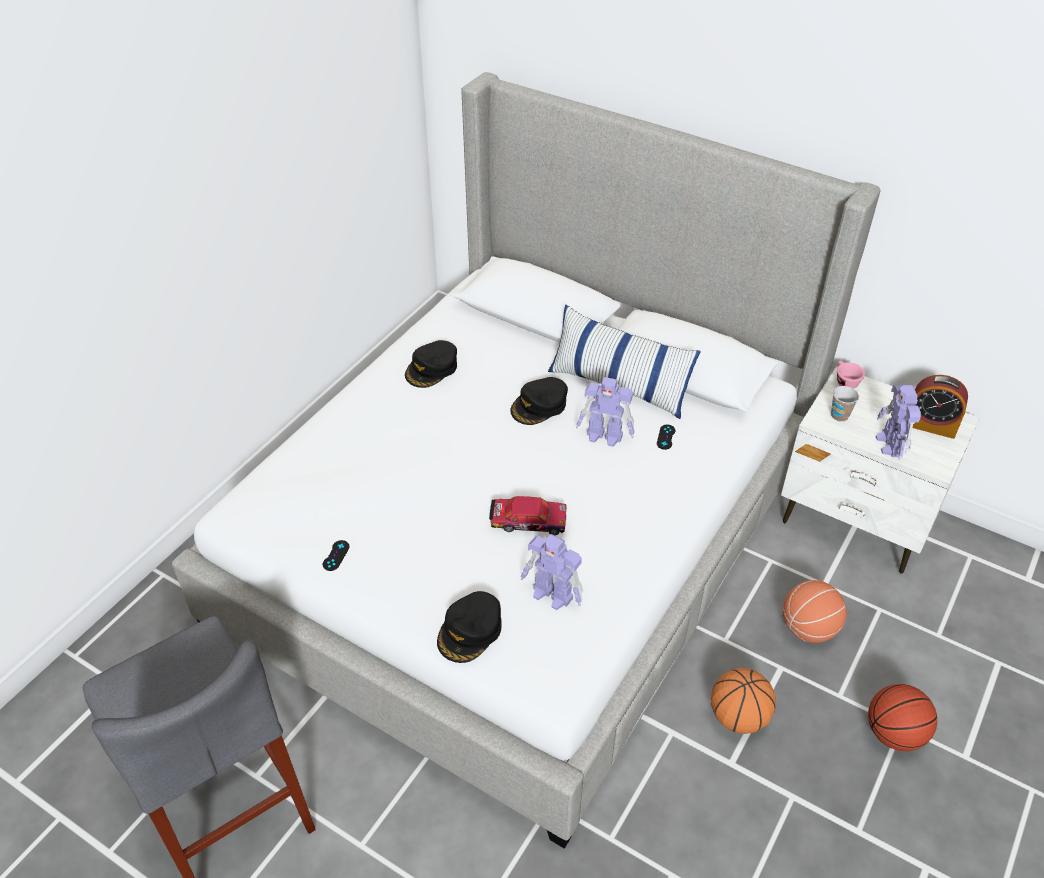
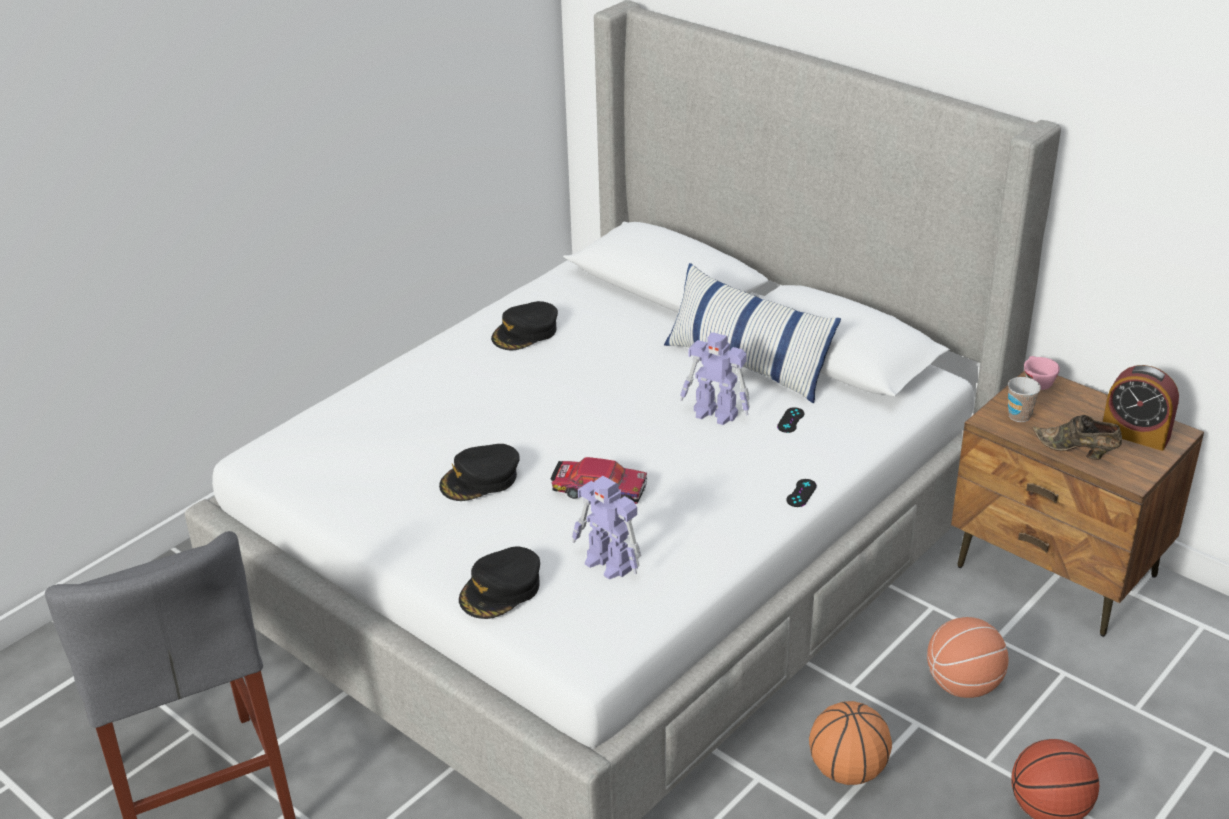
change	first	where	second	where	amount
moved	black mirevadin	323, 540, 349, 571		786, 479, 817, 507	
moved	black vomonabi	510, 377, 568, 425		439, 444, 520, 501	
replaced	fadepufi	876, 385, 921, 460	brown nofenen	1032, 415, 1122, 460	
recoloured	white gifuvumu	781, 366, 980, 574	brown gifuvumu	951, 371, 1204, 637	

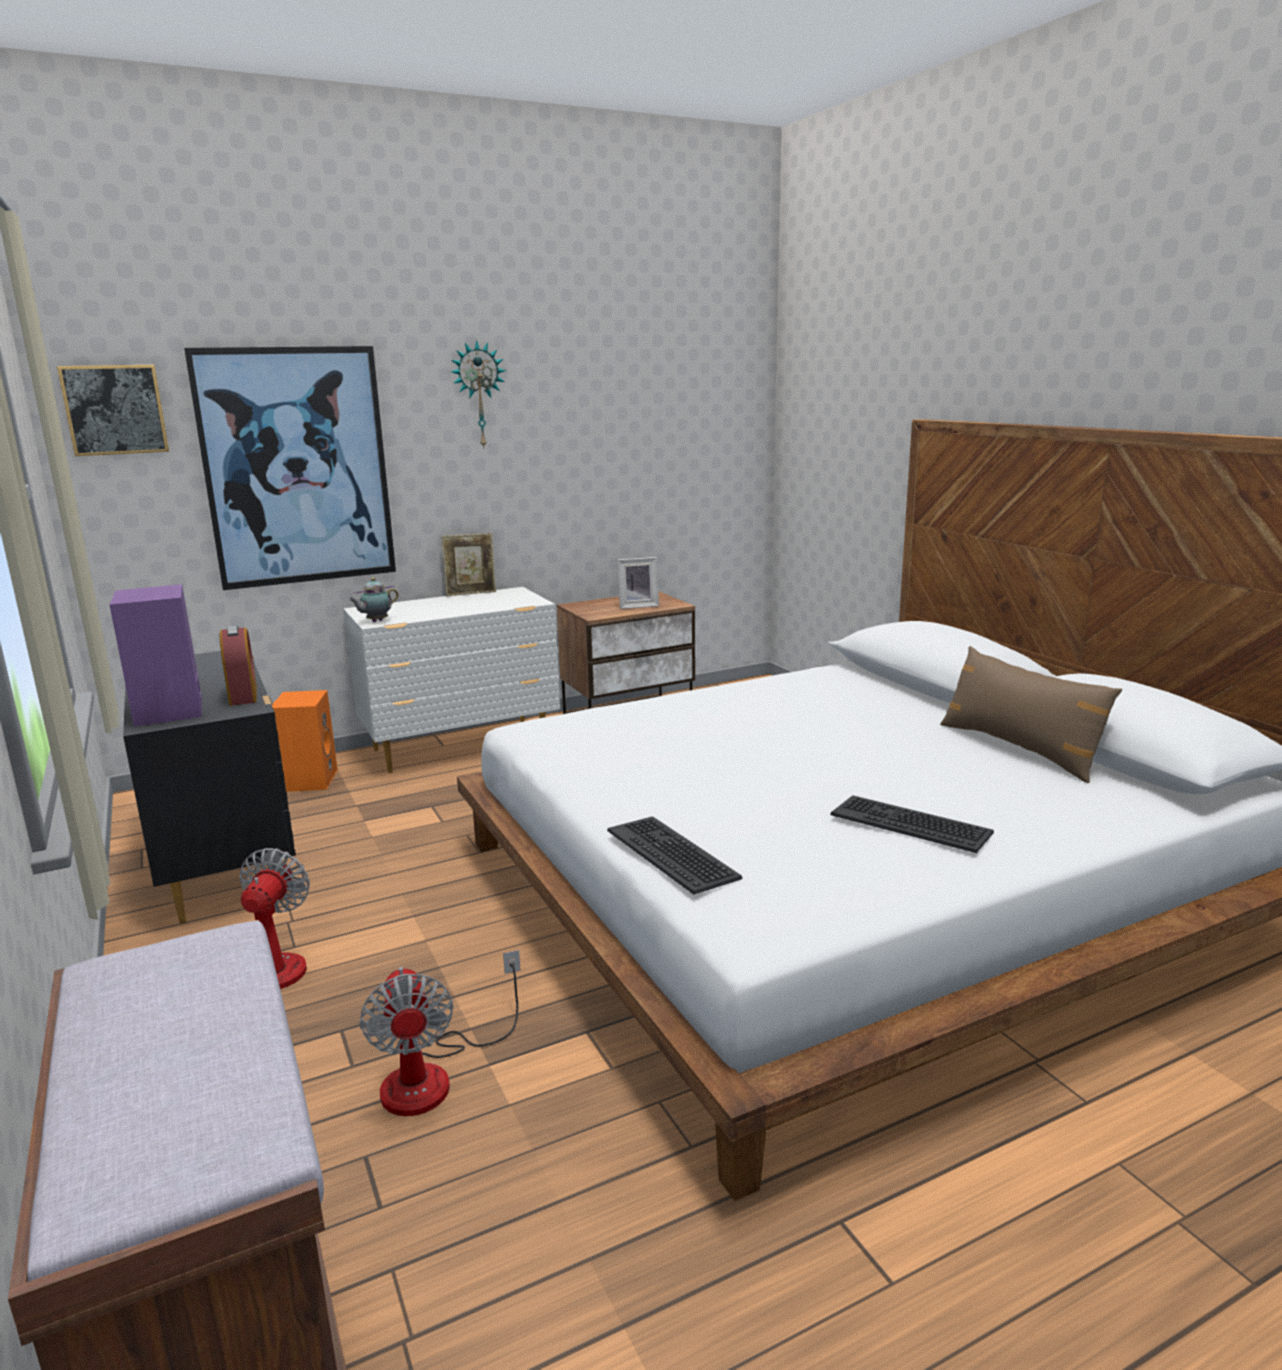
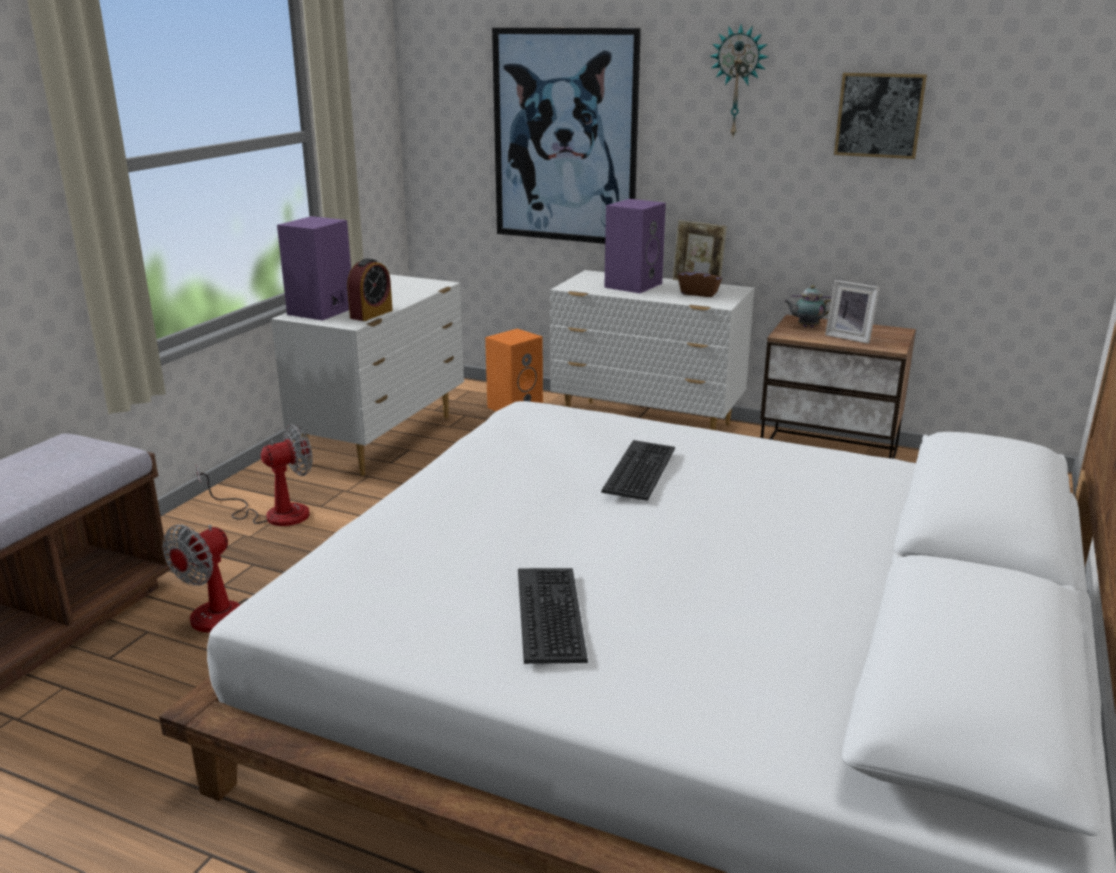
change	first	where	second	where	amount
removed	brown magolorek	940, 646, 1122, 783			
added			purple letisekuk	604, 199, 666, 293	
added			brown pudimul	678, 261, 722, 297	
moved	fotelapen	57, 365, 169, 456		834, 73, 927, 159	
moved	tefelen	349, 578, 399, 622		784, 285, 832, 327	
moved	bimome	607, 816, 742, 895		601, 440, 675, 501	
recoloured	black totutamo	123, 651, 296, 924	white totutamo	271, 274, 464, 476	

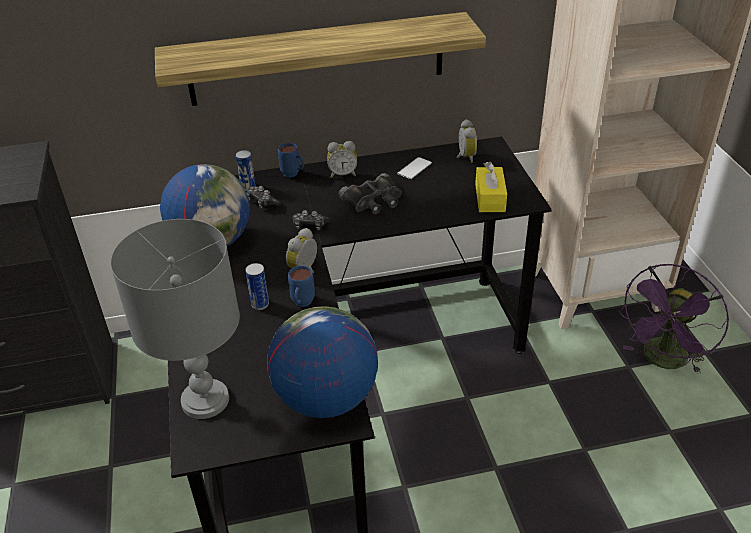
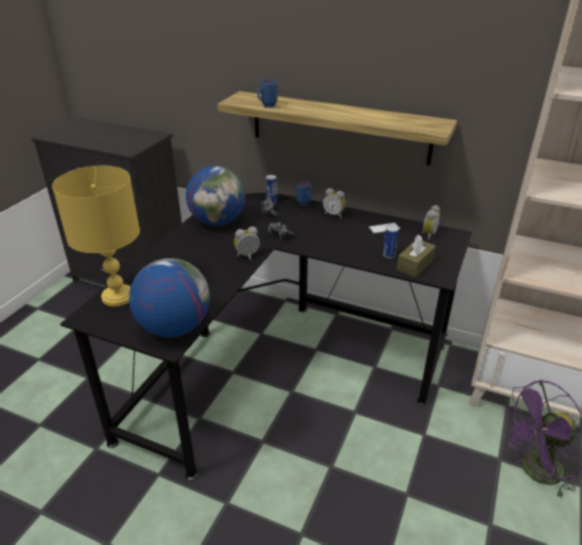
change	first	where	second	where	amount
removed	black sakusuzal	338, 173, 402, 215			
moved	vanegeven	245, 263, 269, 310		383, 225, 399, 259	
moved	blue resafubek	288, 266, 315, 307		258, 79, 277, 108	
recoloured	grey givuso	110, 219, 240, 419	yellow givuso	52, 166, 140, 307	
recoloured	yellow pudimul	475, 162, 507, 212	brown pudimul	397, 235, 436, 277	

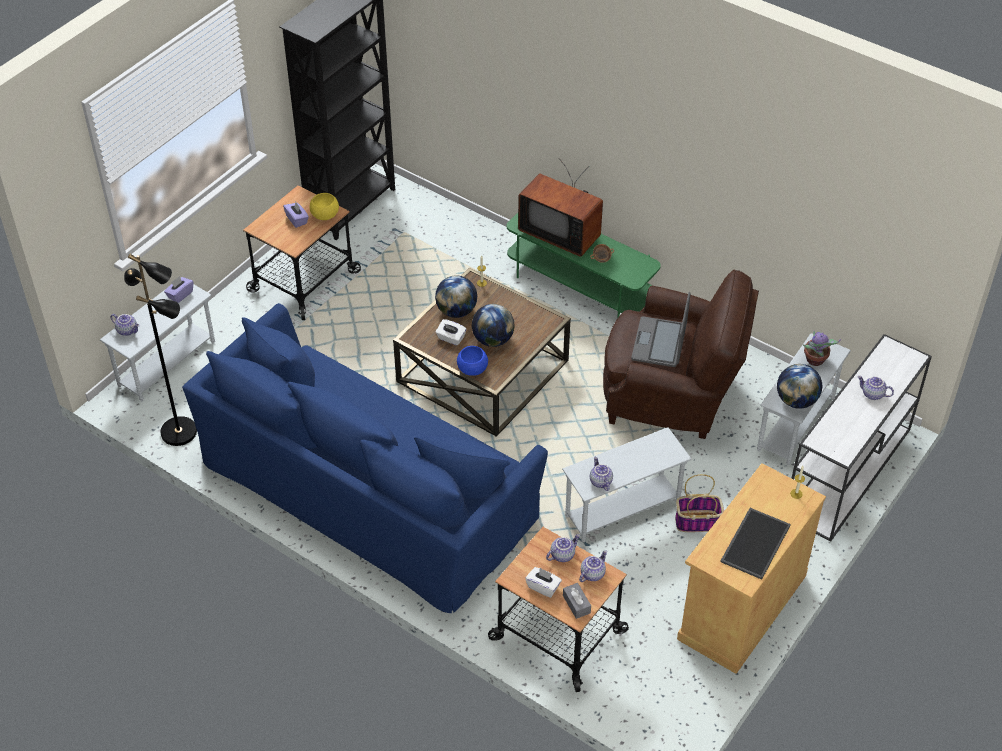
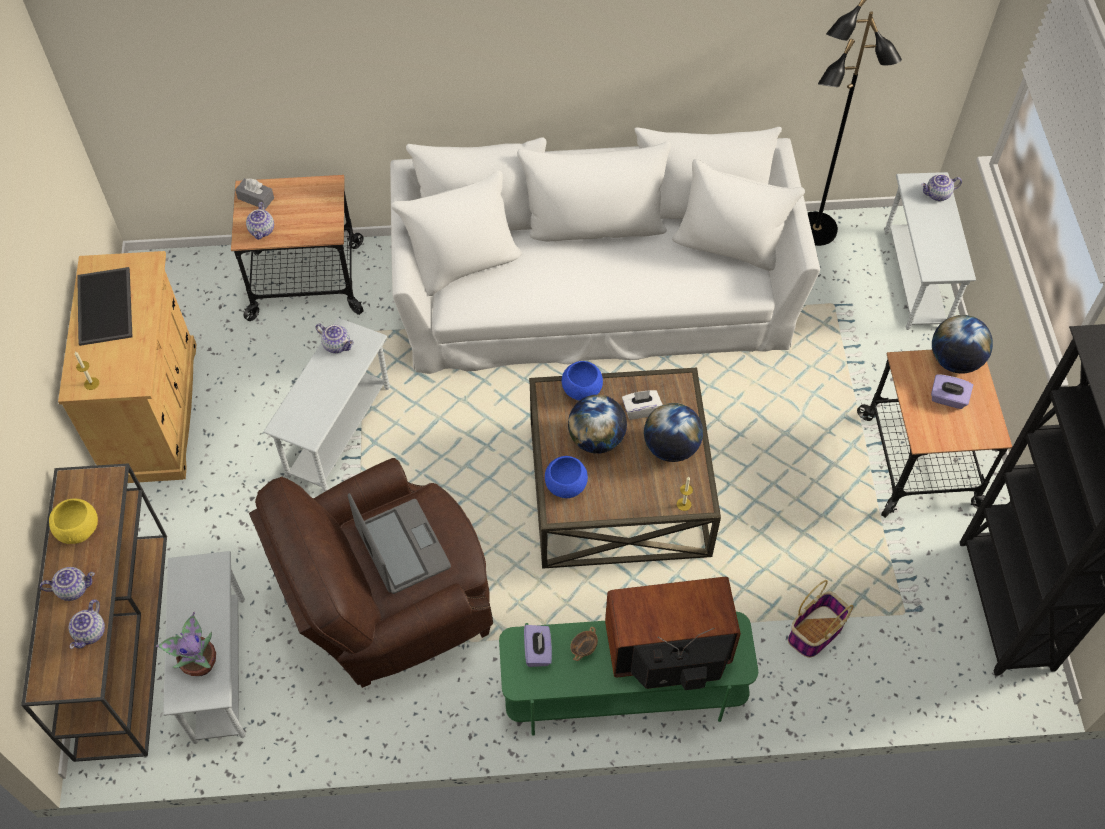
change	first	where	second	where	amount
removed	white pudimul	525, 567, 562, 598			
added			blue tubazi	545, 456, 588, 498	
moved	purple pudimul	164, 276, 194, 303		524, 625, 552, 667	
moved	yellow tubazi	310, 193, 339, 220		49, 499, 98, 544	
moved	tefelen	546, 534, 580, 562		69, 599, 105, 649	
moved	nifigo	675, 474, 724, 532		788, 580, 854, 658	
moved	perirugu	777, 364, 822, 409		932, 315, 993, 374	
recoloured	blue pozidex	182, 303, 548, 613	white pozidex	390, 127, 820, 374	
recoloured	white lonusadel	792, 334, 932, 542	brown lonusadel	21, 463, 167, 762	

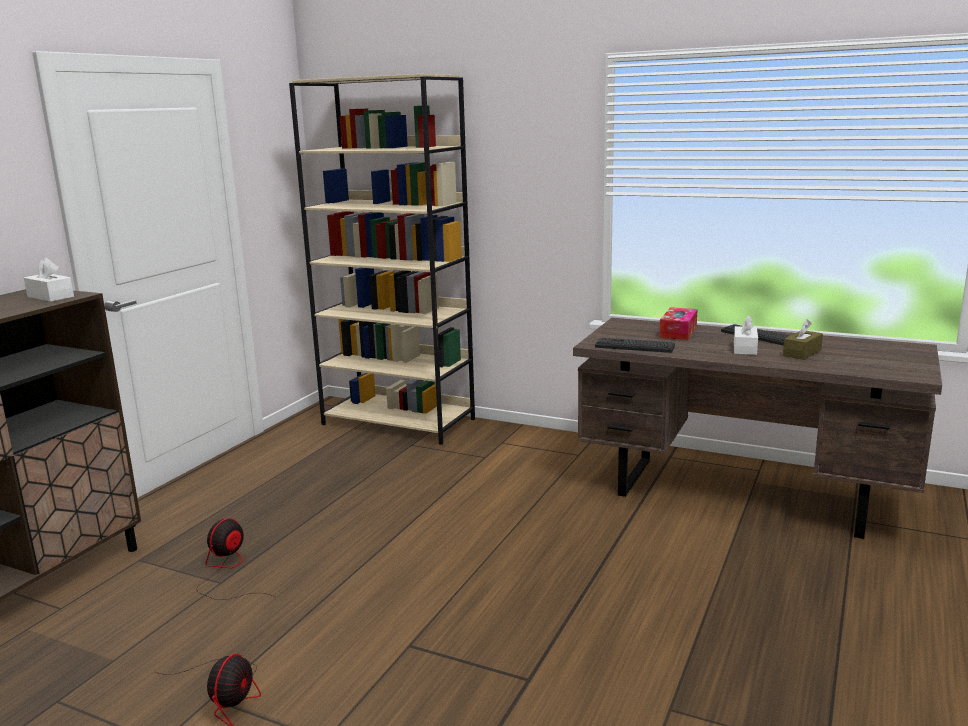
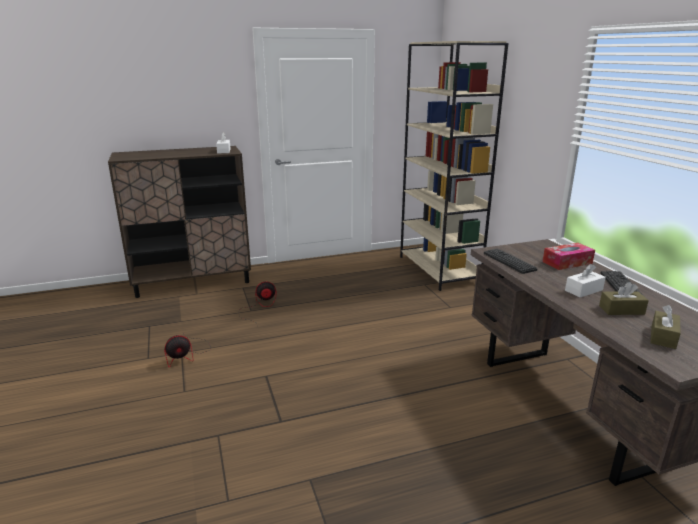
change	first	where	second	where	amount
added			brown pudimul	650, 305, 681, 349	

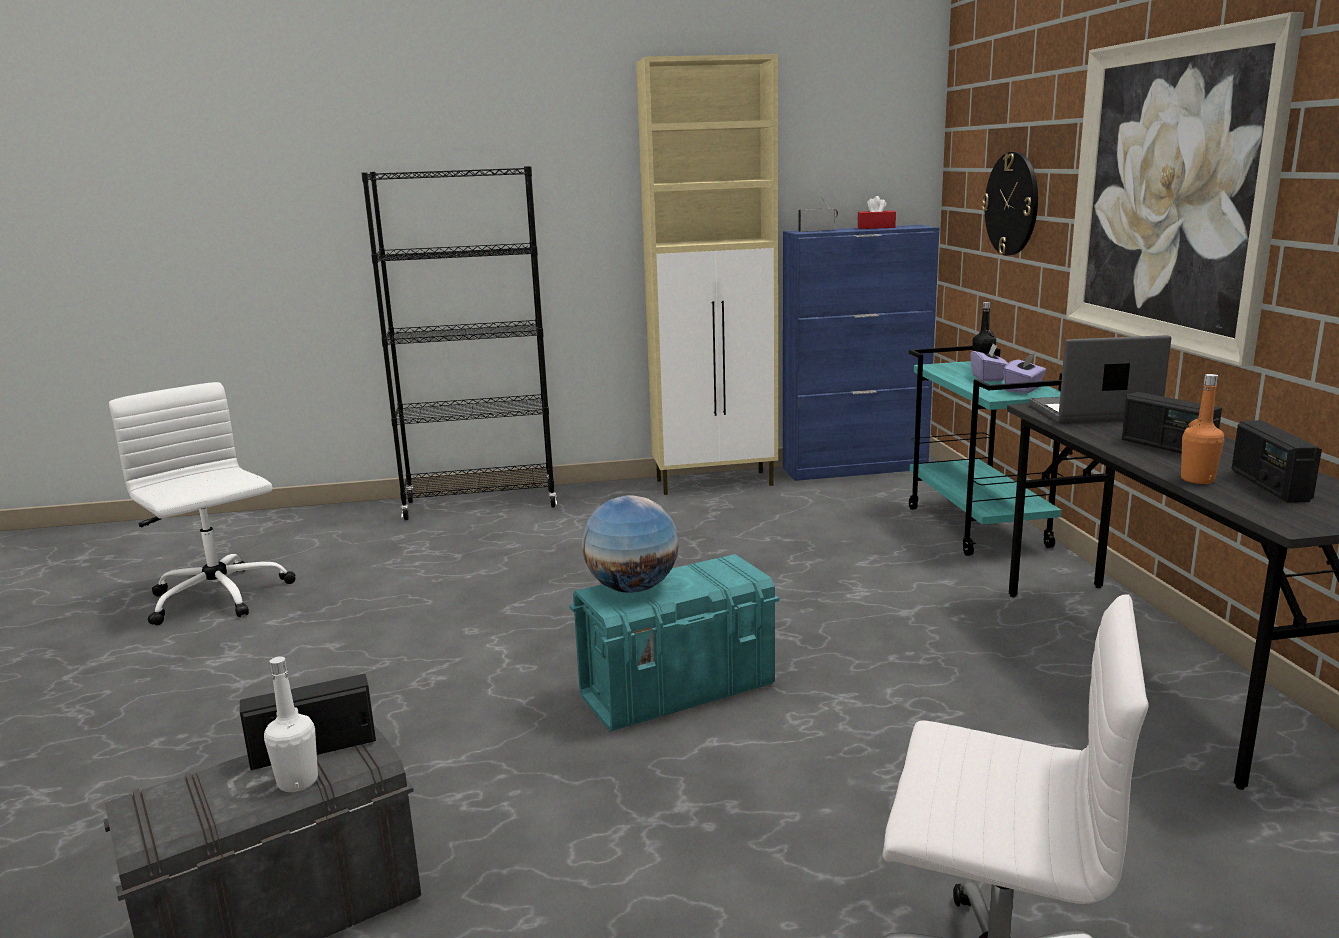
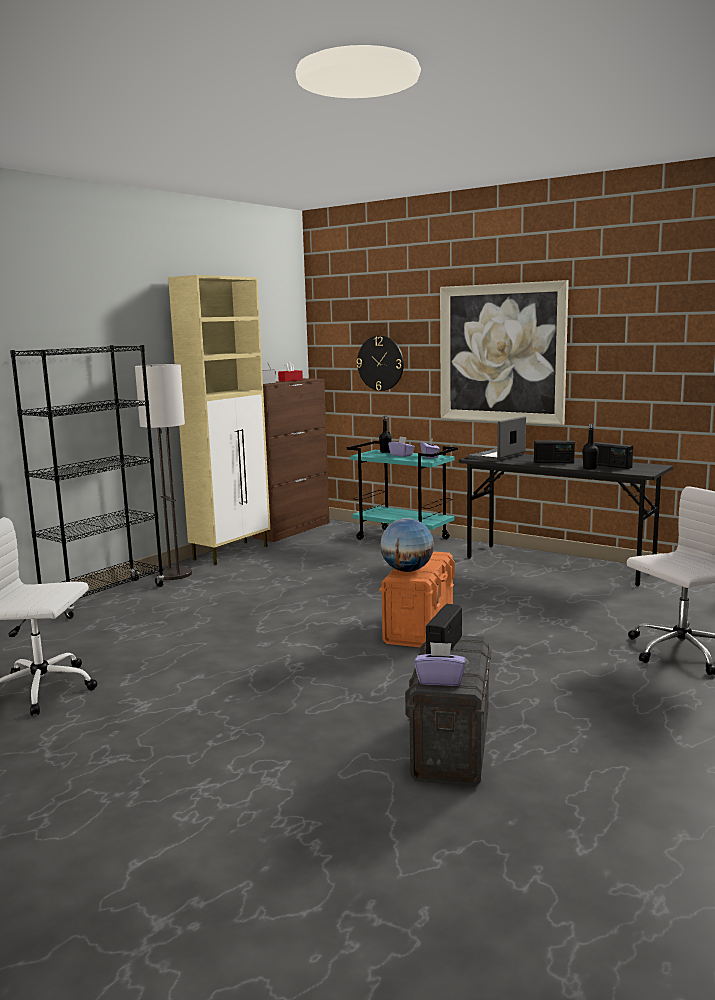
change	first	where	second	where	amount
removed	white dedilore	264, 656, 318, 792			
added			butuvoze	135, 364, 192, 580	
added			purple pudimul	414, 642, 465, 686	
recoloured	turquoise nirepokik	569, 554, 780, 732	orange nirepokik	379, 551, 455, 648	
recoloured	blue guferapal	783, 225, 940, 481	brown guferapal	253, 378, 330, 542	
recoloured	orange dedilore	1181, 374, 1224, 484	black dedilore	582, 424, 599, 469	

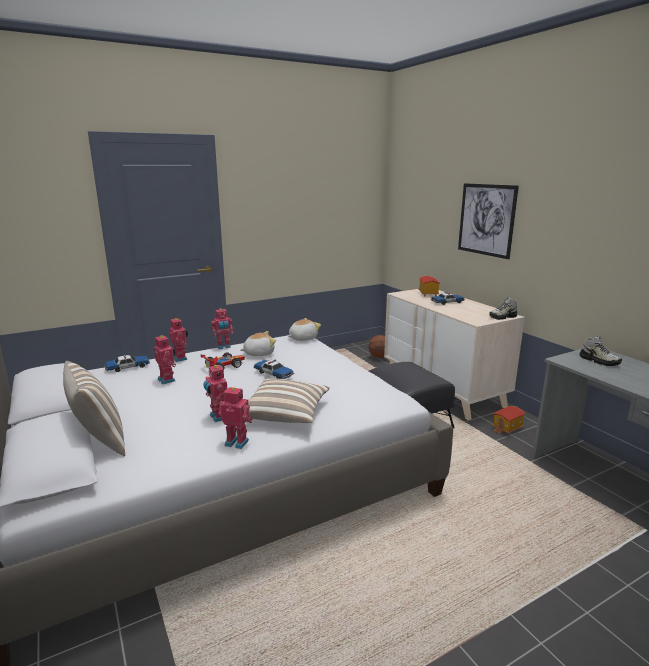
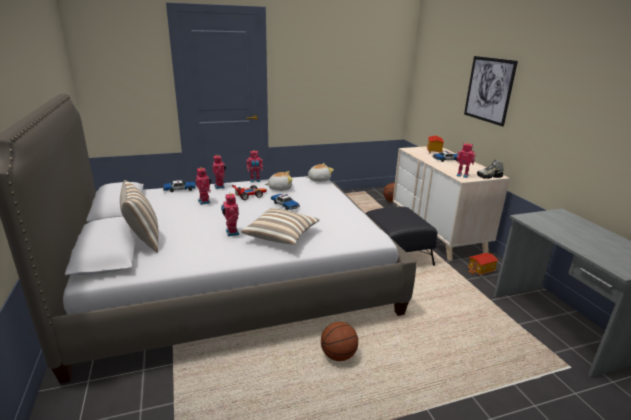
change	first	where	second	where	amount
removed	nofenen	579, 336, 622, 366			
added			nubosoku	321, 322, 358, 361	
moved	fadepufi	218, 387, 253, 449		457, 143, 476, 178	

